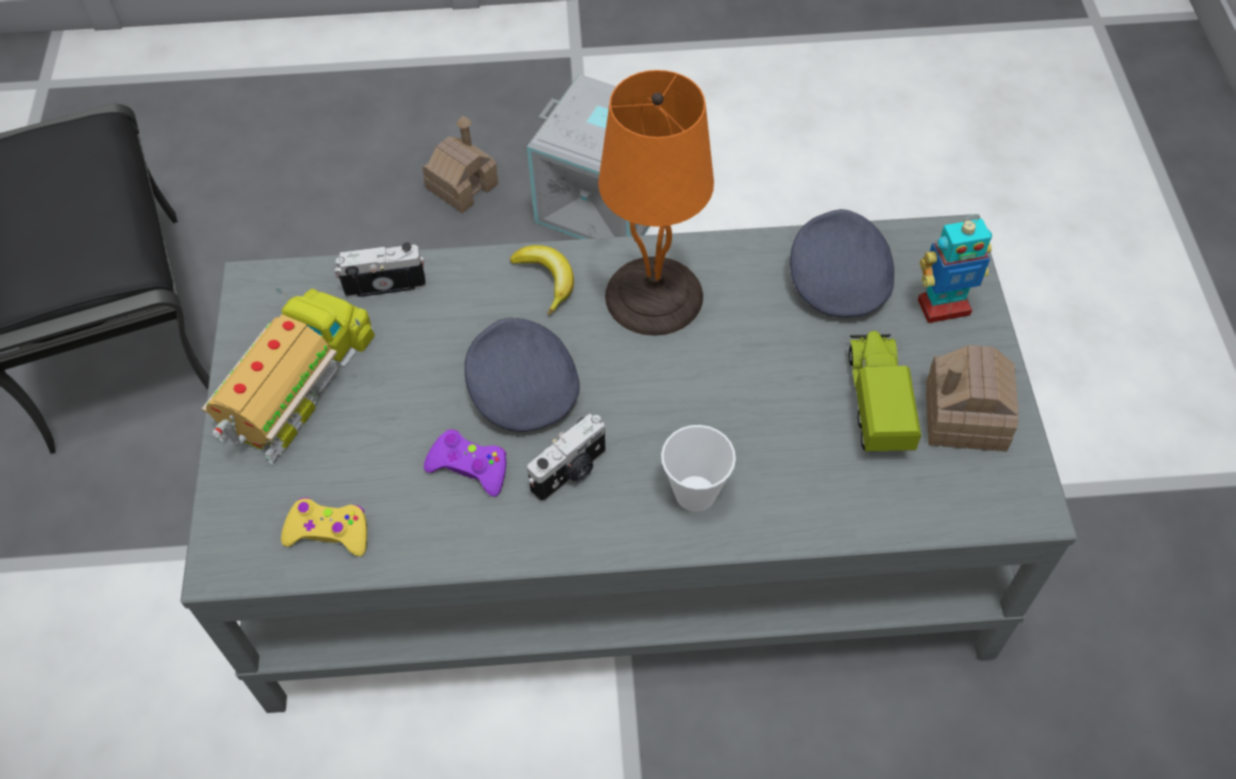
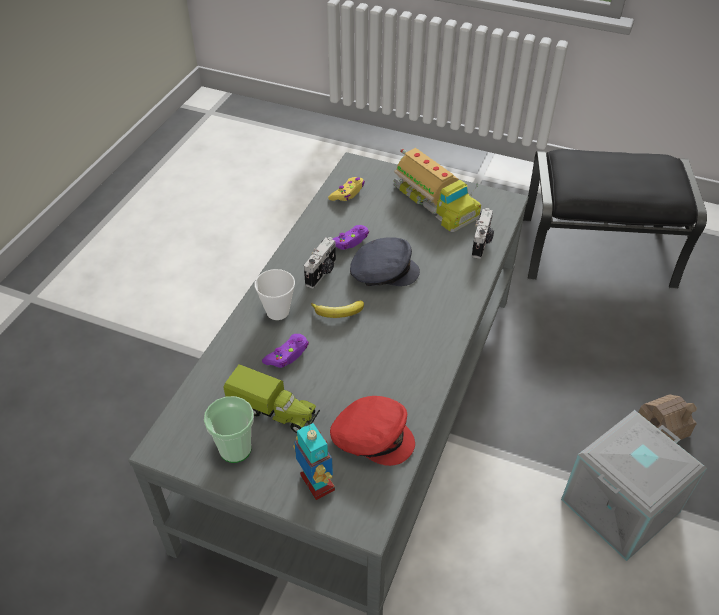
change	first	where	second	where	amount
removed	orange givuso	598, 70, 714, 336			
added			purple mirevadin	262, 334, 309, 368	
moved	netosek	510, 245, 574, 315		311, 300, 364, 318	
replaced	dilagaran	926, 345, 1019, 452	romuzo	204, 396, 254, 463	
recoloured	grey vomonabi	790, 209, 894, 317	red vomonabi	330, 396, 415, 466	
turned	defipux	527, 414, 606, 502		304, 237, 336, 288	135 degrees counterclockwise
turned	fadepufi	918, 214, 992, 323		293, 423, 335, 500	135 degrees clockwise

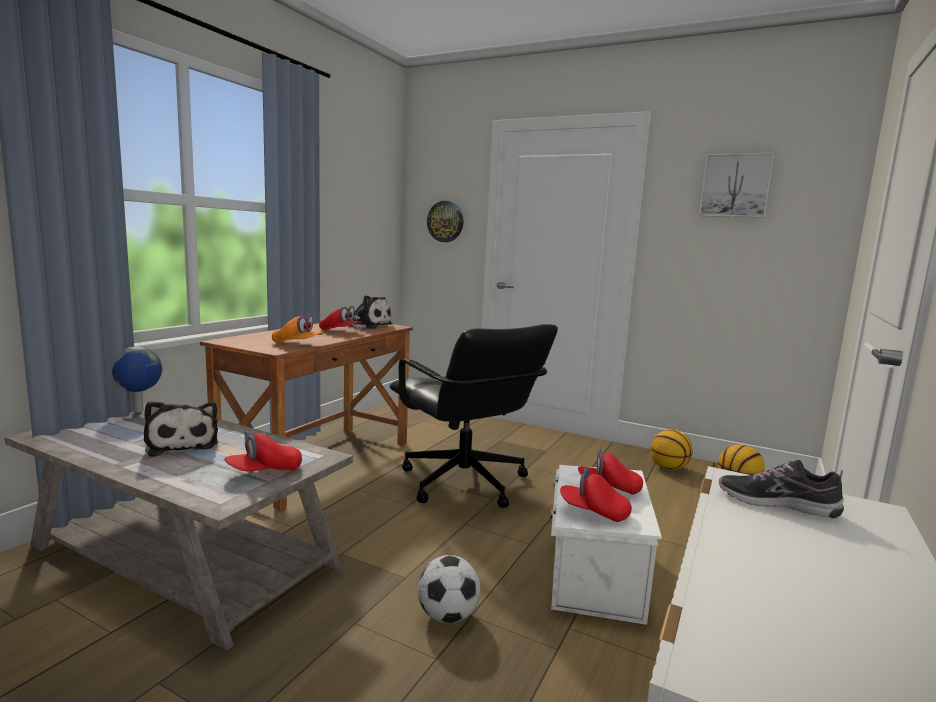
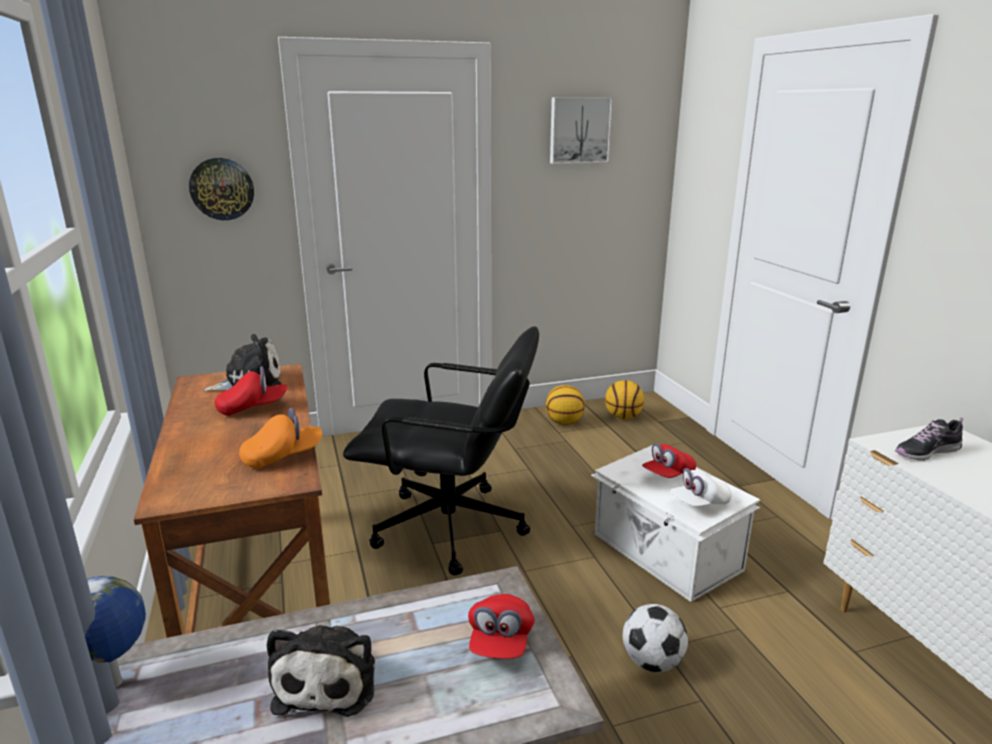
change	first	where	second	where	amount
recoloured	red vomonabi	560, 468, 632, 522	white vomonabi	670, 468, 732, 507	
turned	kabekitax	144, 401, 218, 457		267, 625, 375, 717	75 degrees clockwise

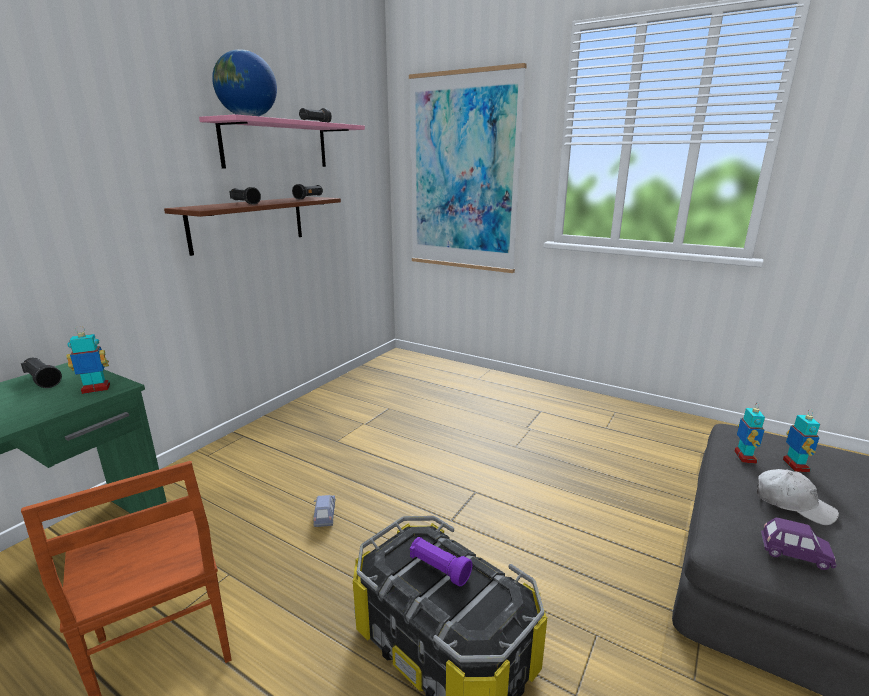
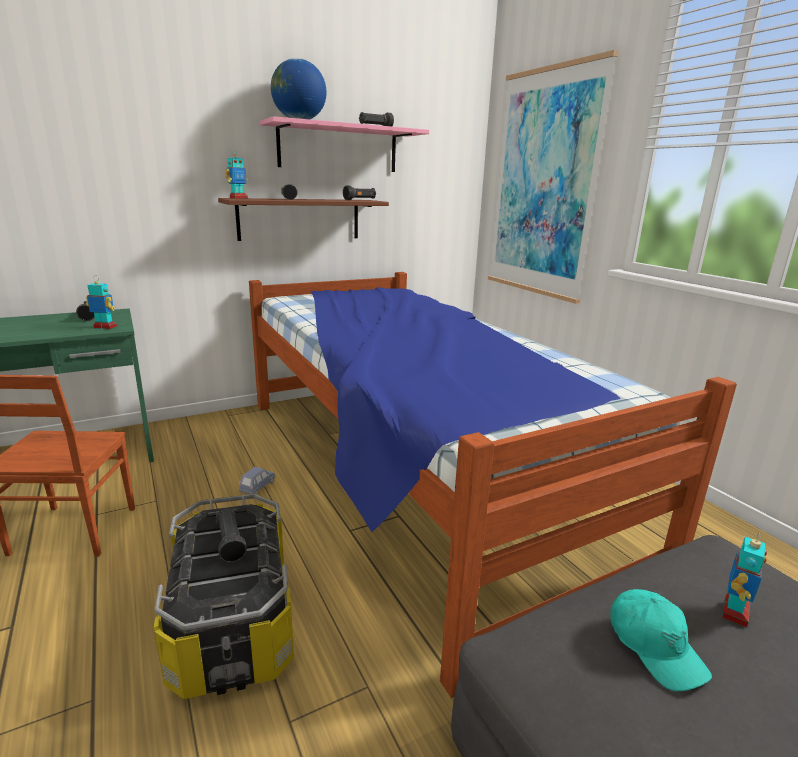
change	first	where	second	where	amount
removed	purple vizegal	761, 518, 837, 570			
added			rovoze	249, 272, 737, 698	
moved	fadepufi	734, 404, 765, 464		225, 150, 248, 199	
recoloured	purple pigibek	410, 537, 473, 587	black pigibek	216, 508, 247, 562	
recoloured	white vomonabi	757, 469, 839, 525	turquoise vomonabi	610, 589, 712, 691	

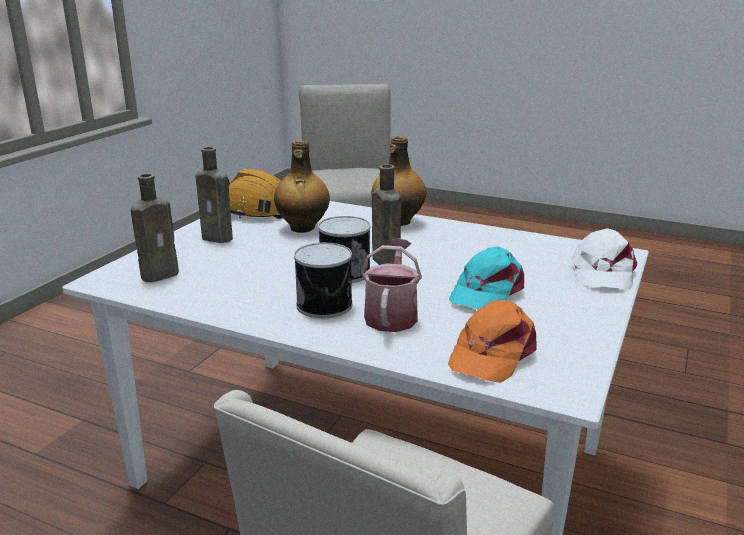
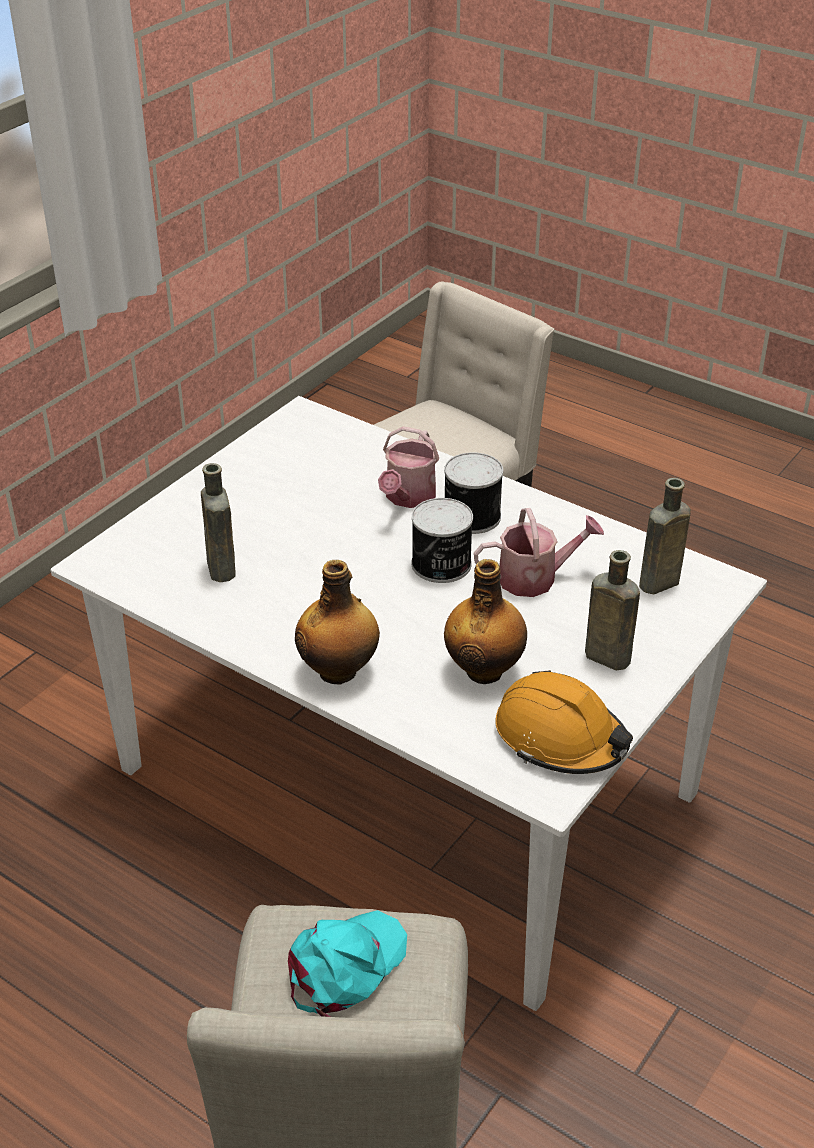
change	first	where	second	where	amount
removed	orange vomonabi	448, 300, 537, 383			
removed	white vomonabi	572, 228, 637, 290			
added			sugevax	474, 508, 604, 597	
moved	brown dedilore	372, 164, 401, 265		201, 463, 236, 582	
moved	turquoise vomonabi	449, 246, 524, 309		288, 910, 407, 1017	

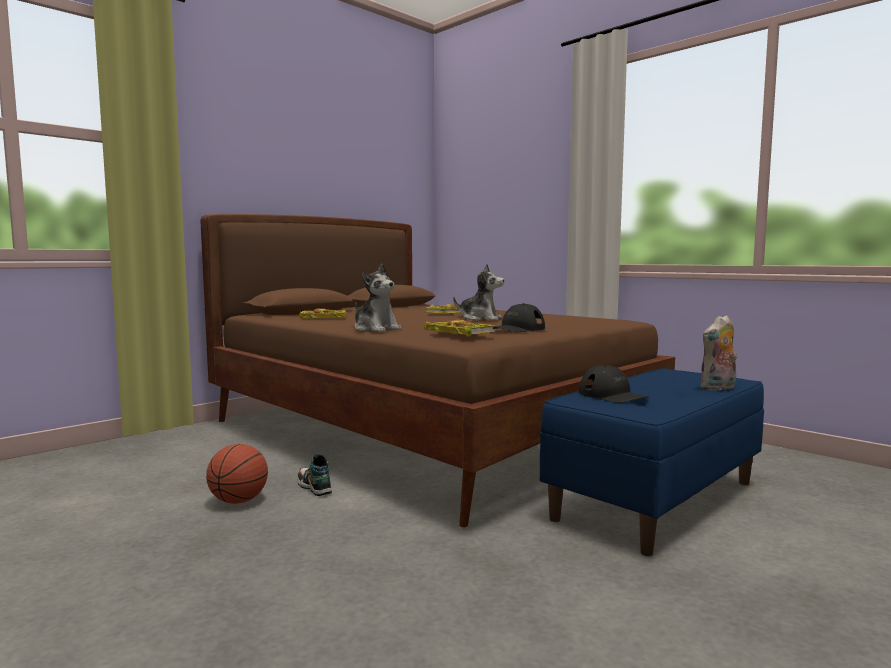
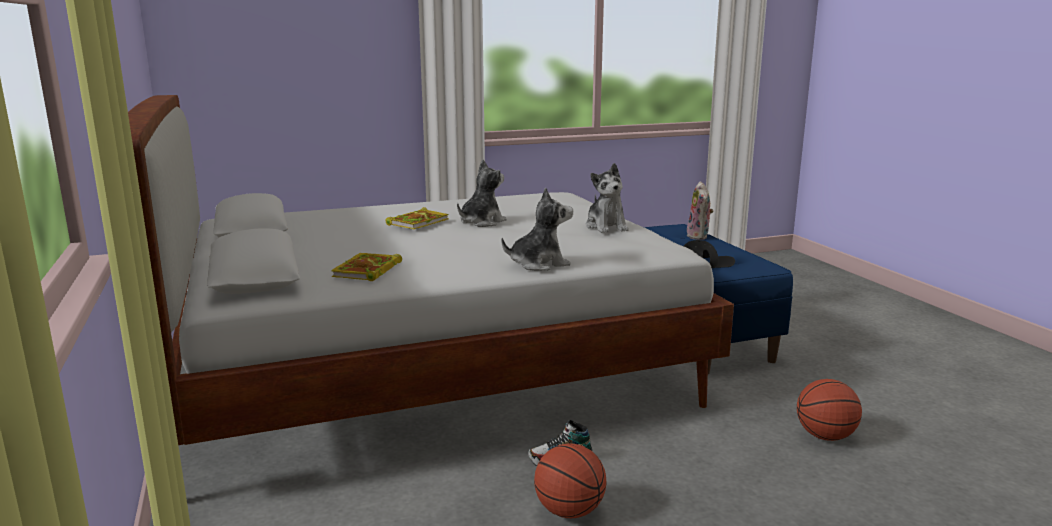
change	first	where	second	where	amount
removed	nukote	424, 320, 495, 337			
added			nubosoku	797, 379, 862, 441	
replaced	black vomonabi	493, 303, 545, 332	kabekitax	586, 163, 629, 233	
recoloured	brown rovoze	200, 214, 675, 527	white rovoze	128, 95, 734, 445	

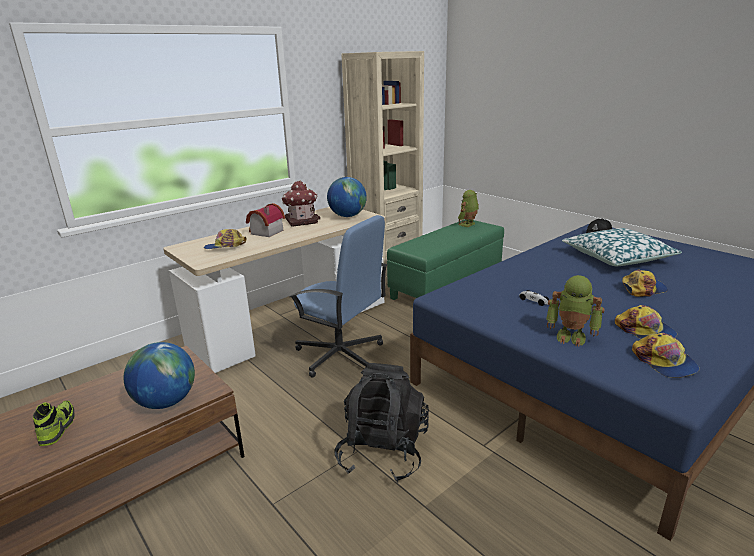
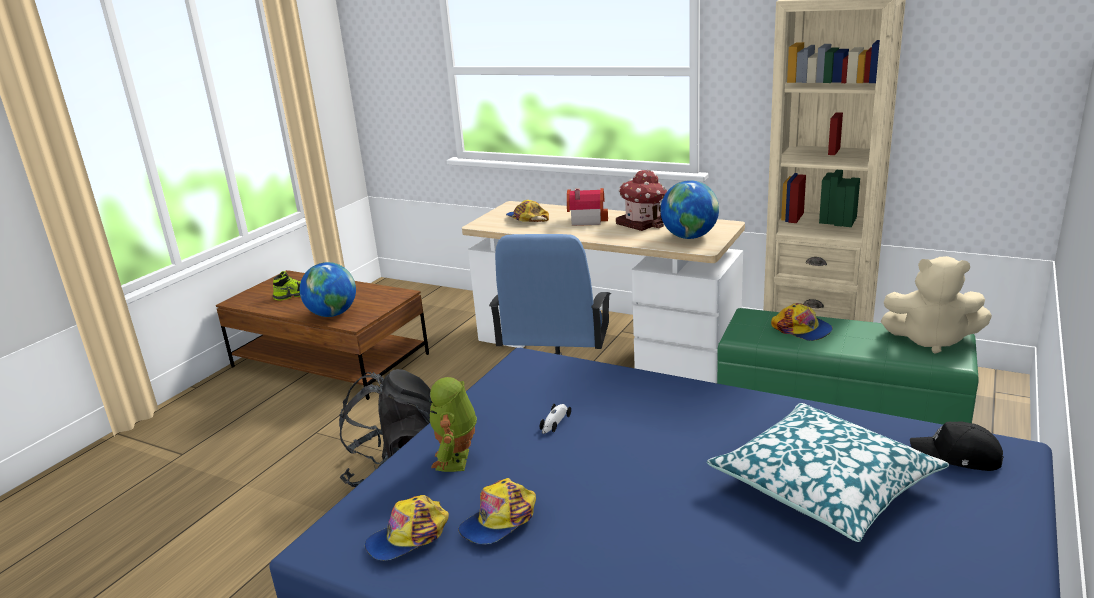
change	first	where	second	where	amount
moved	vomonabi	622, 270, 668, 297		771, 303, 833, 341	
replaced	fadepufi	458, 190, 479, 227	beige kabekitax	880, 256, 992, 354	

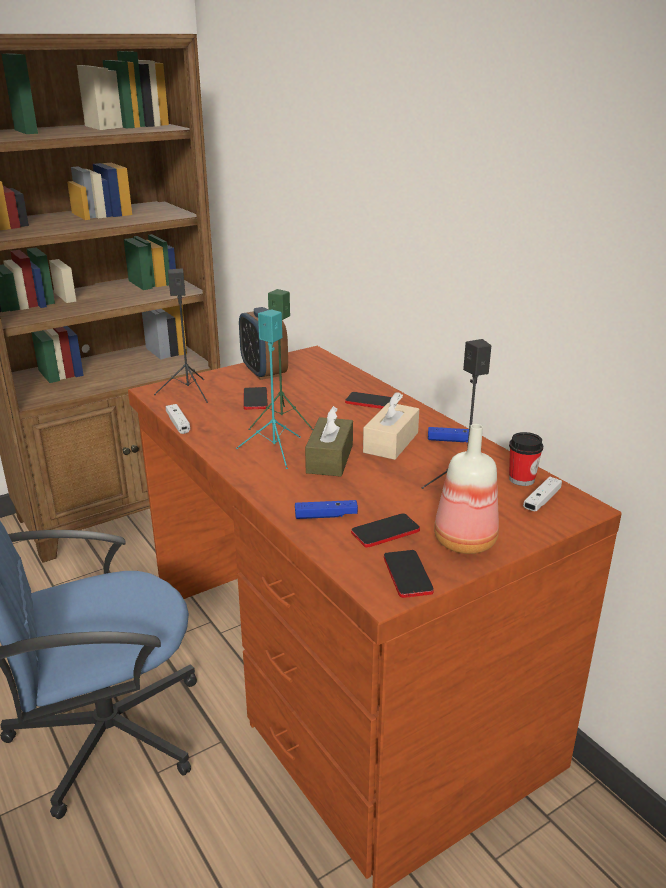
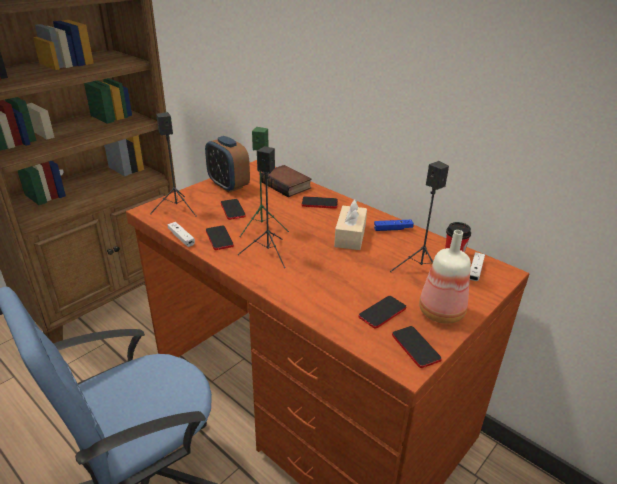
change	first	where	second	where	amount
removed	blue mirevadin	295, 500, 358, 519			
removed	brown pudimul	305, 406, 353, 477			
added			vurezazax	206, 225, 234, 250	
added			nukote	261, 165, 312, 197	
recoloured	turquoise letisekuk	236, 309, 301, 469	black letisekuk	238, 146, 285, 268	

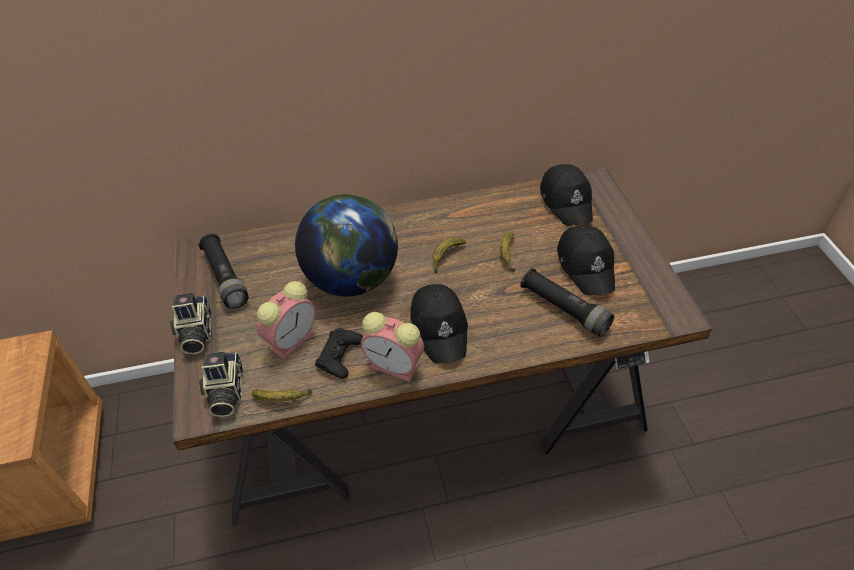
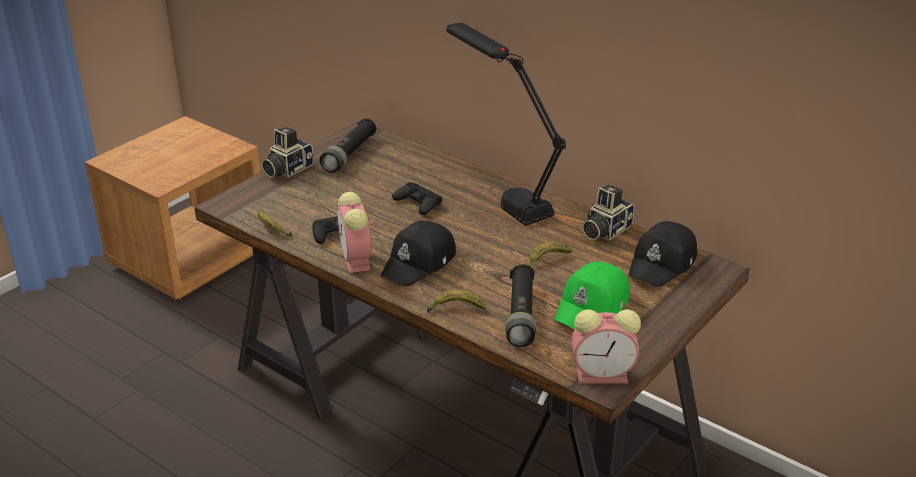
change	first	where	second	where	amount
added			black givuso	446, 23, 566, 226	
moved	defipux	199, 352, 243, 417		582, 184, 634, 240	
moved	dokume	257, 281, 316, 360		572, 309, 641, 384	
moved	netosek	433, 237, 466, 273		427, 290, 486, 313	
replaced	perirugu	295, 194, 398, 296	black mirevadin	392, 182, 442, 215	
recoloured	black vomonabi	557, 225, 615, 295	green vomonabi	554, 262, 630, 329	

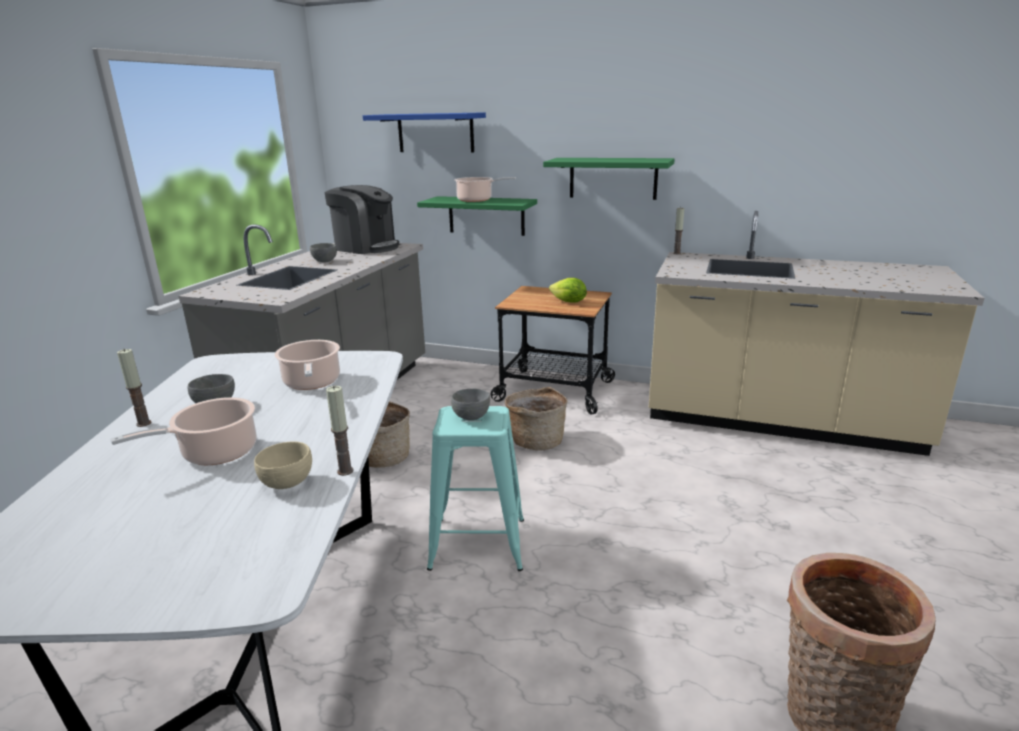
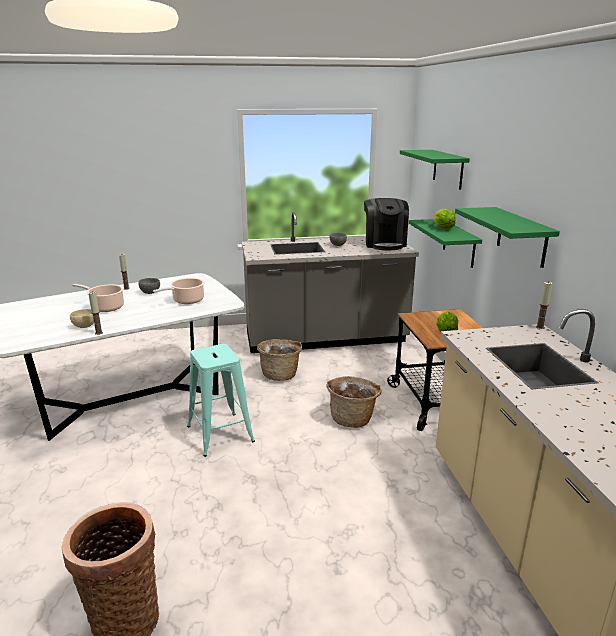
change	first	where	second	where	amount
removed	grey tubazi	451, 388, 490, 420			
replaced	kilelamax	454, 177, 516, 202	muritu	434, 208, 456, 229	
recoloured	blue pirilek	363, 112, 486, 152	green pirilek	400, 150, 470, 190	

